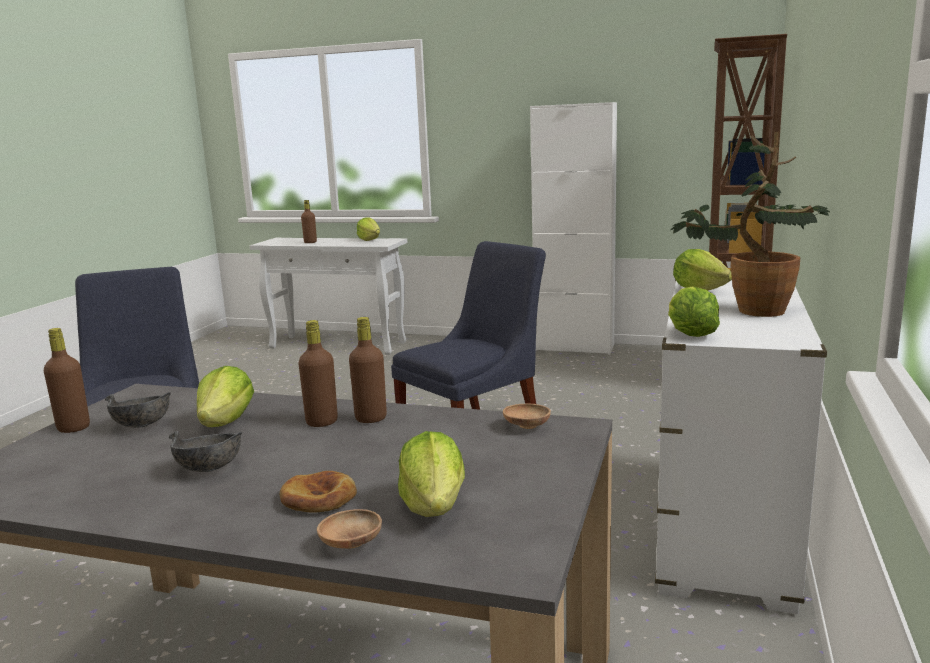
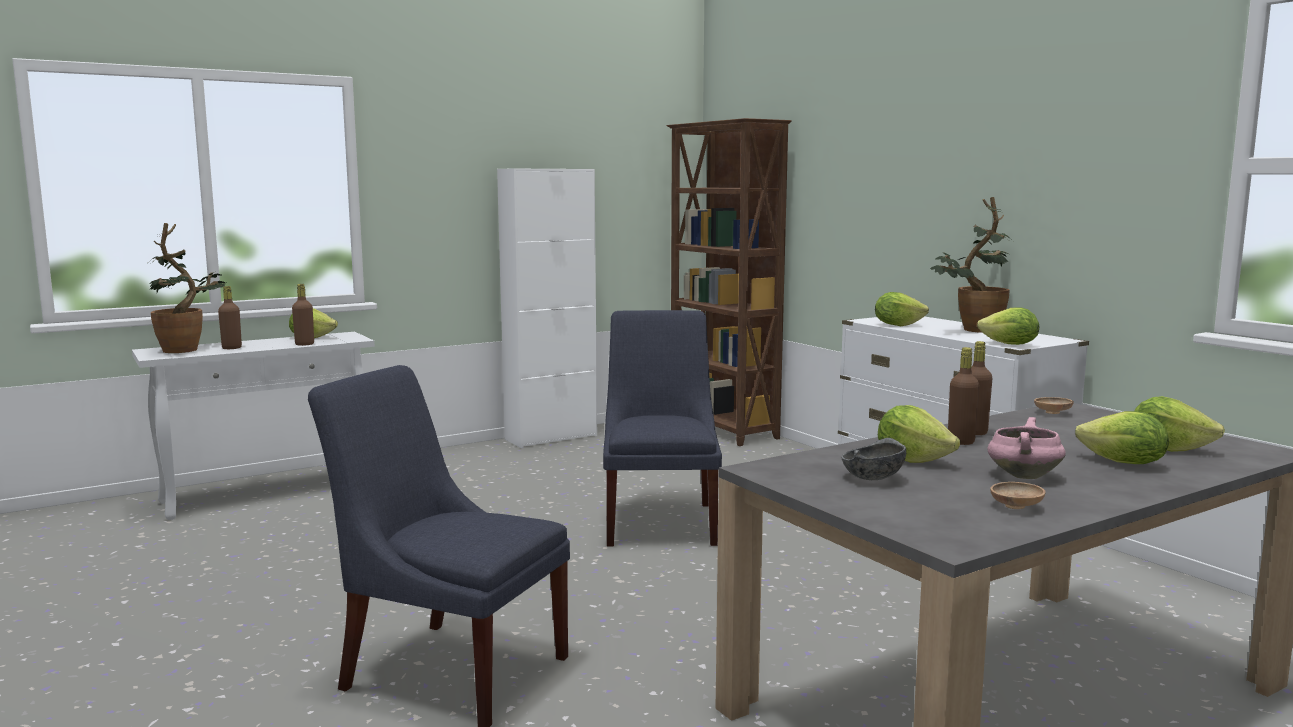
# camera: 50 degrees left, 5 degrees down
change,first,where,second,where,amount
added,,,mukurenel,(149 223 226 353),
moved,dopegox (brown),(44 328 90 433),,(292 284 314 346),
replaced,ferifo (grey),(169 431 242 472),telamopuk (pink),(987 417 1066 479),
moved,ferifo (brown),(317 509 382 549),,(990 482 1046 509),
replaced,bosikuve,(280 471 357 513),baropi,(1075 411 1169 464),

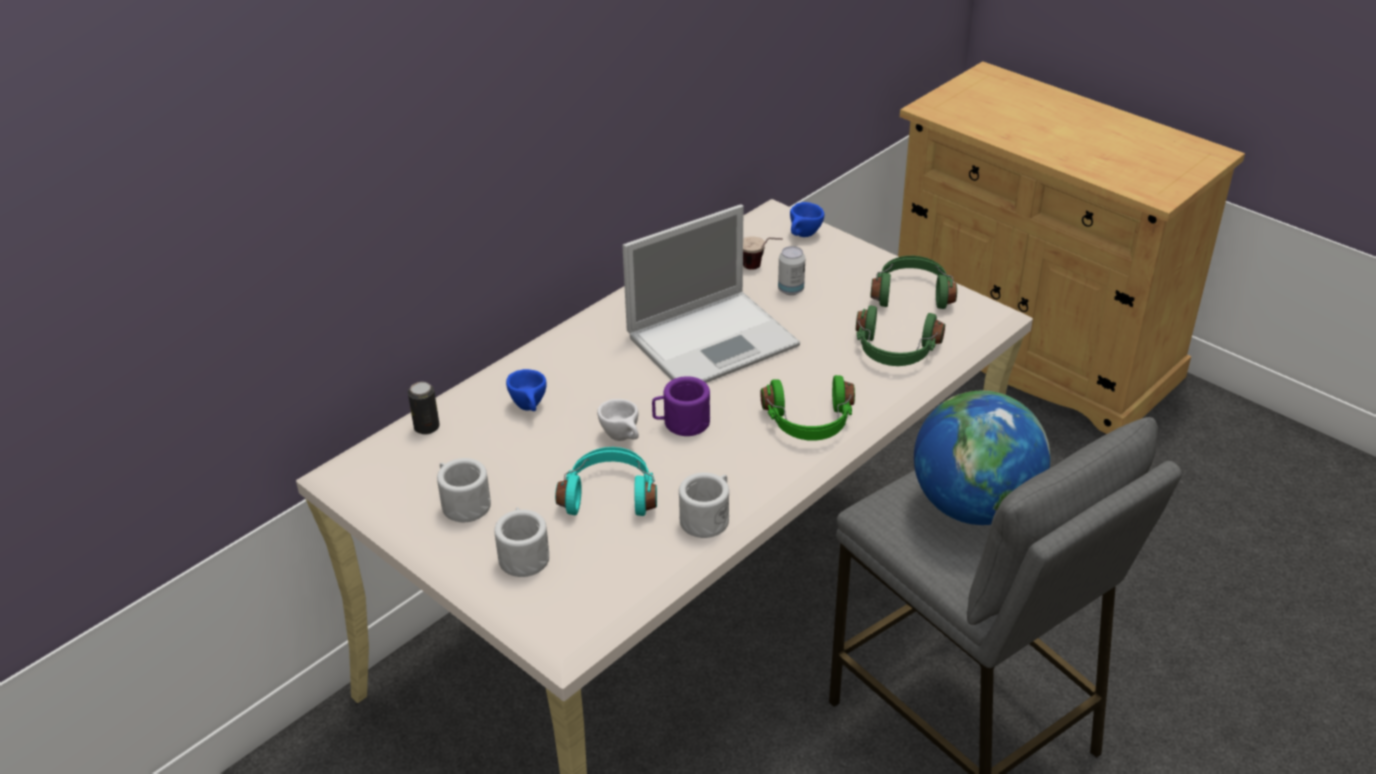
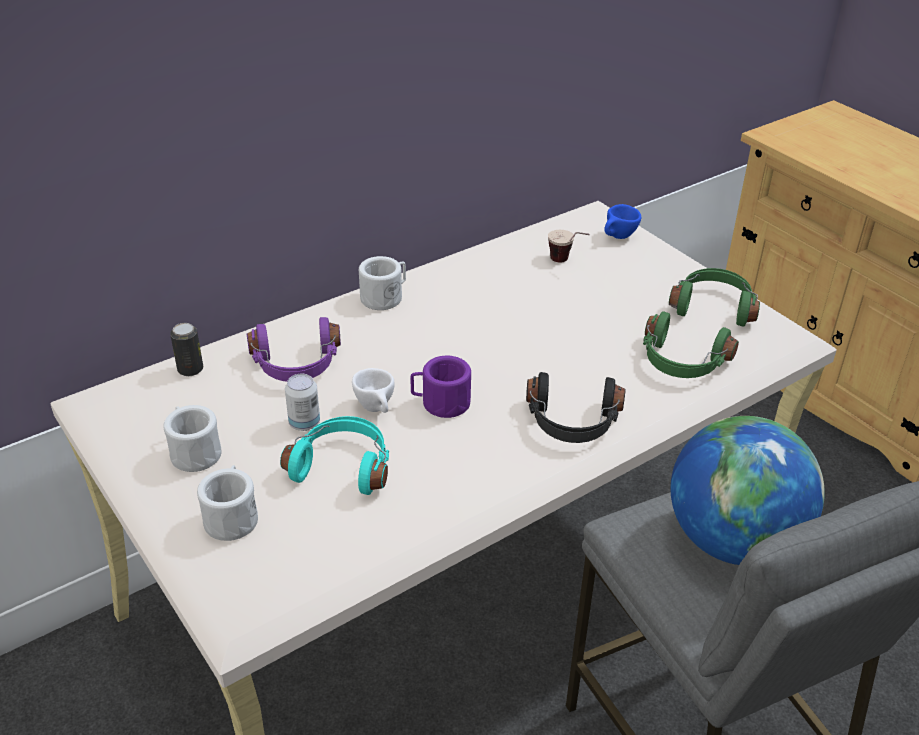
# camera: 10 degrees right, 0 degrees up
change,first,where,second,where,amount
replaced,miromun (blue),(506 369 547 411),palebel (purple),(247 317 341 382),
moved,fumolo,(778 246 805 295),,(285 374 320 431),
moved,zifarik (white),(679 472 729 538),,(359 256 406 310),
recoloured,palebel (green),(760 375 855 441),palebel (black),(526 372 626 443),
removed,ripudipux,(622 205 800 383),,,

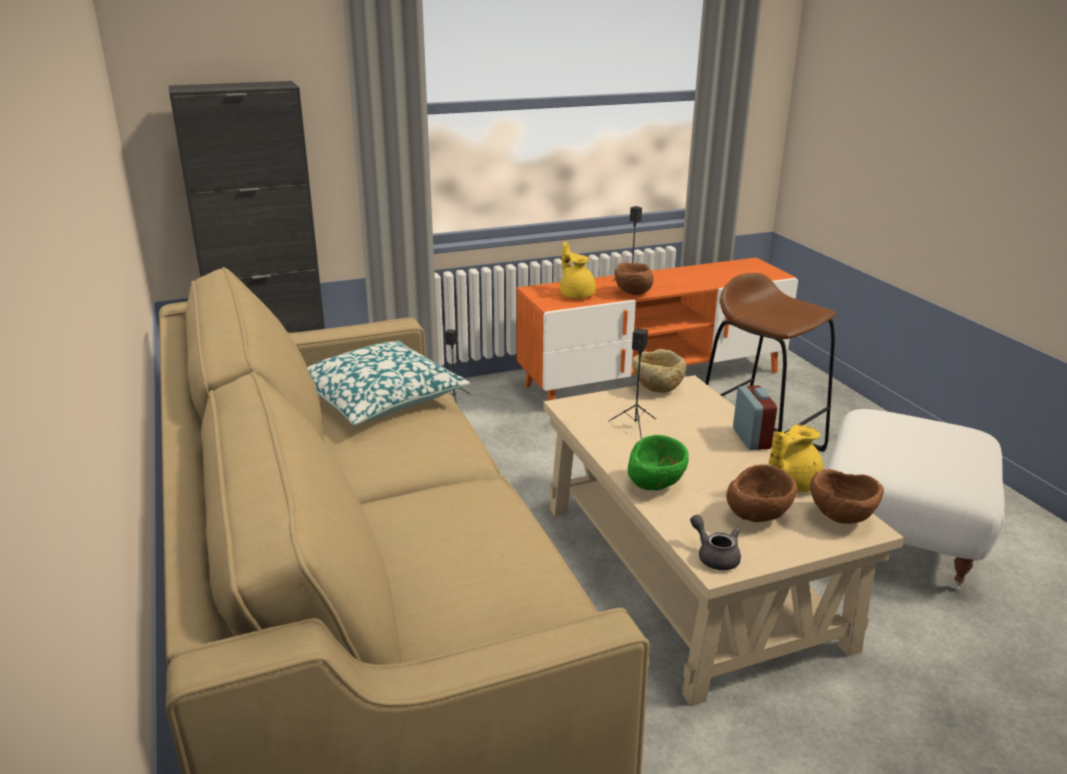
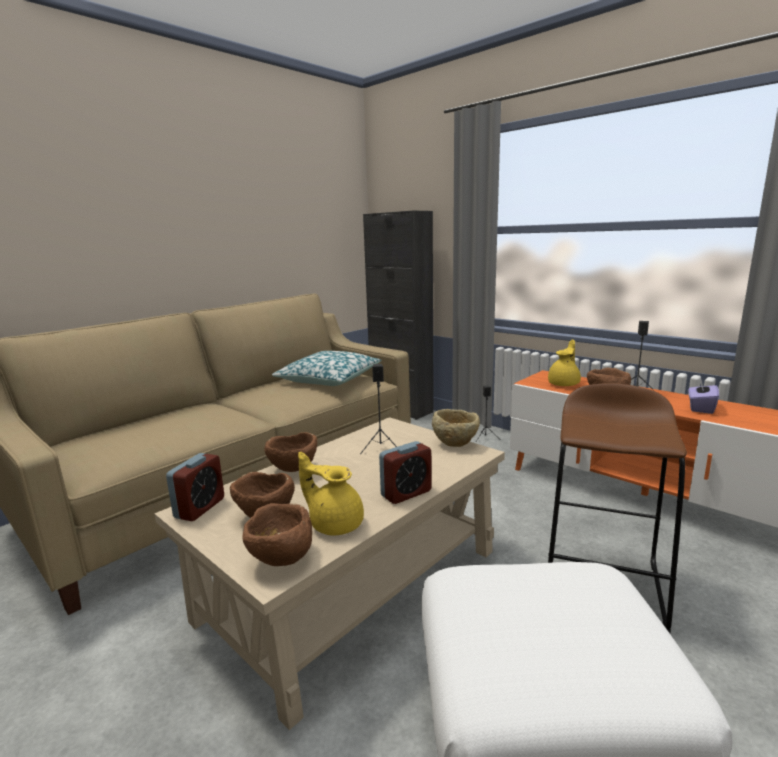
# camera: 65 degrees right, 10 degrees down
change,first,where,second,where,amount
replaced,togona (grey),(690 515 741 570),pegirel,(166 453 224 521),
recoloured,ferifo (green),(628 435 689 490),ferifo (brown),(264 432 317 472),
added,,,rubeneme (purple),(688 380 719 414),

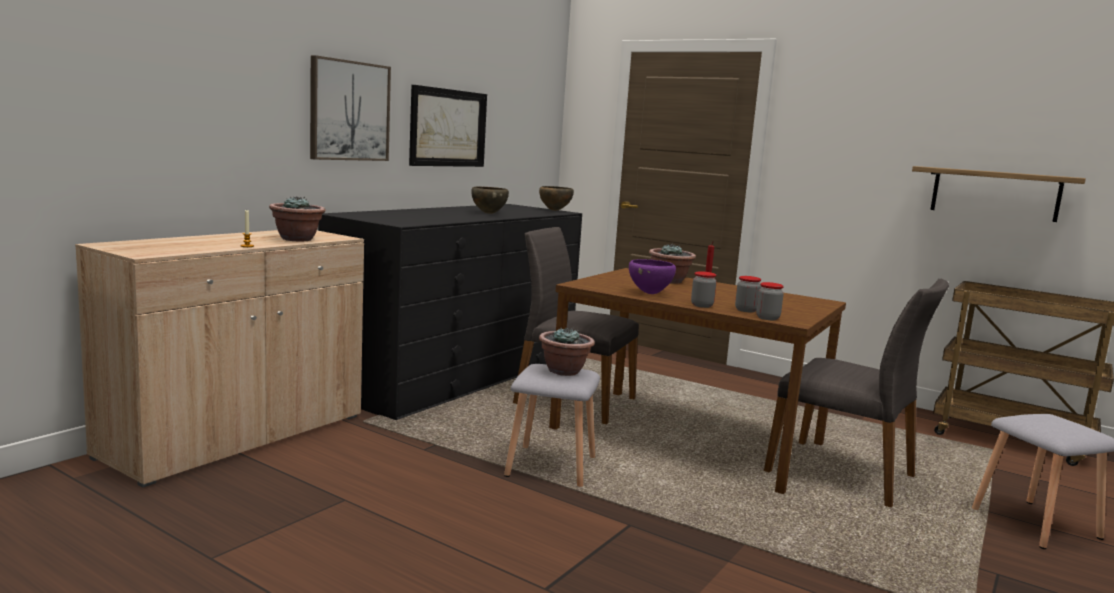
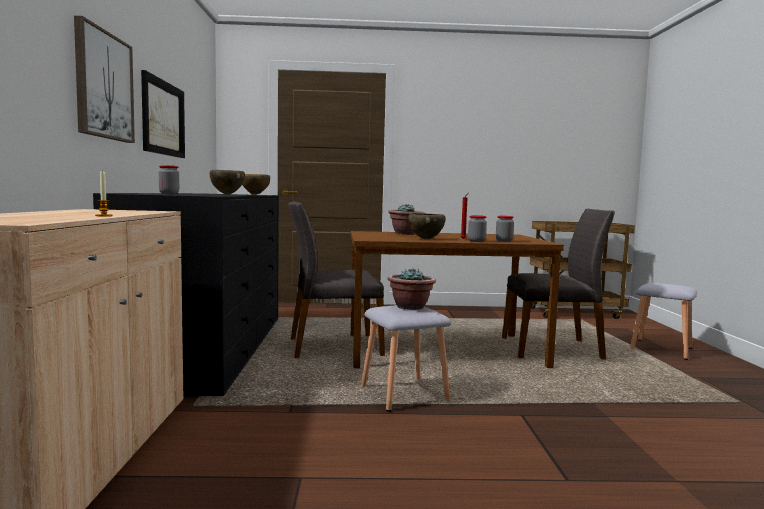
# camera: 35 degrees left, 5 degrees down
change,first,where,second,where,amount
moved,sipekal,(756 282 784 320),,(159 165 179 194),
recoloured,ferifo (purple),(629 259 676 294),ferifo (brown),(408 213 445 240),
removed,mukurenel,(269 196 326 241),,,
removed,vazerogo,(912 166 1086 222),,,

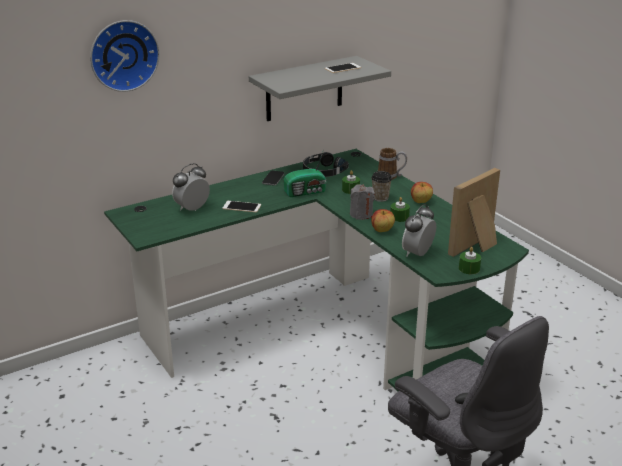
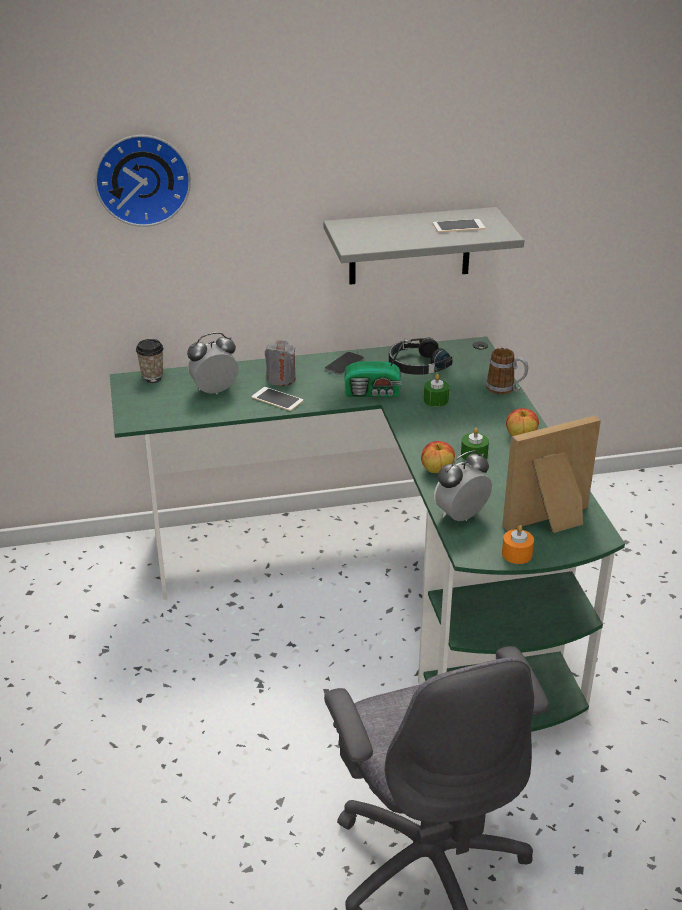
# camera: 20 degrees right, 5 degrees up
change,first,where,second,where,amount
moved,miromun,(371 171 392 202),,(136 339 164 380),
moved,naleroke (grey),(350 184 375 220),,(265 340 296 386),
recoloured,naleroke (green),(459 247 481 274),naleroke (orange),(502 525 534 564),

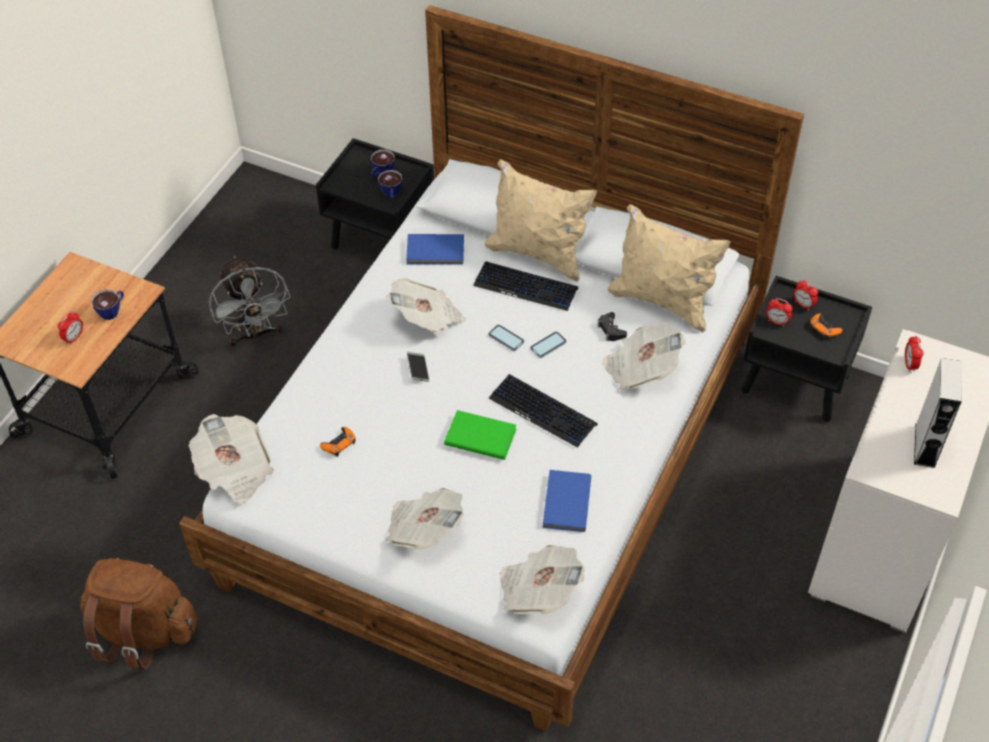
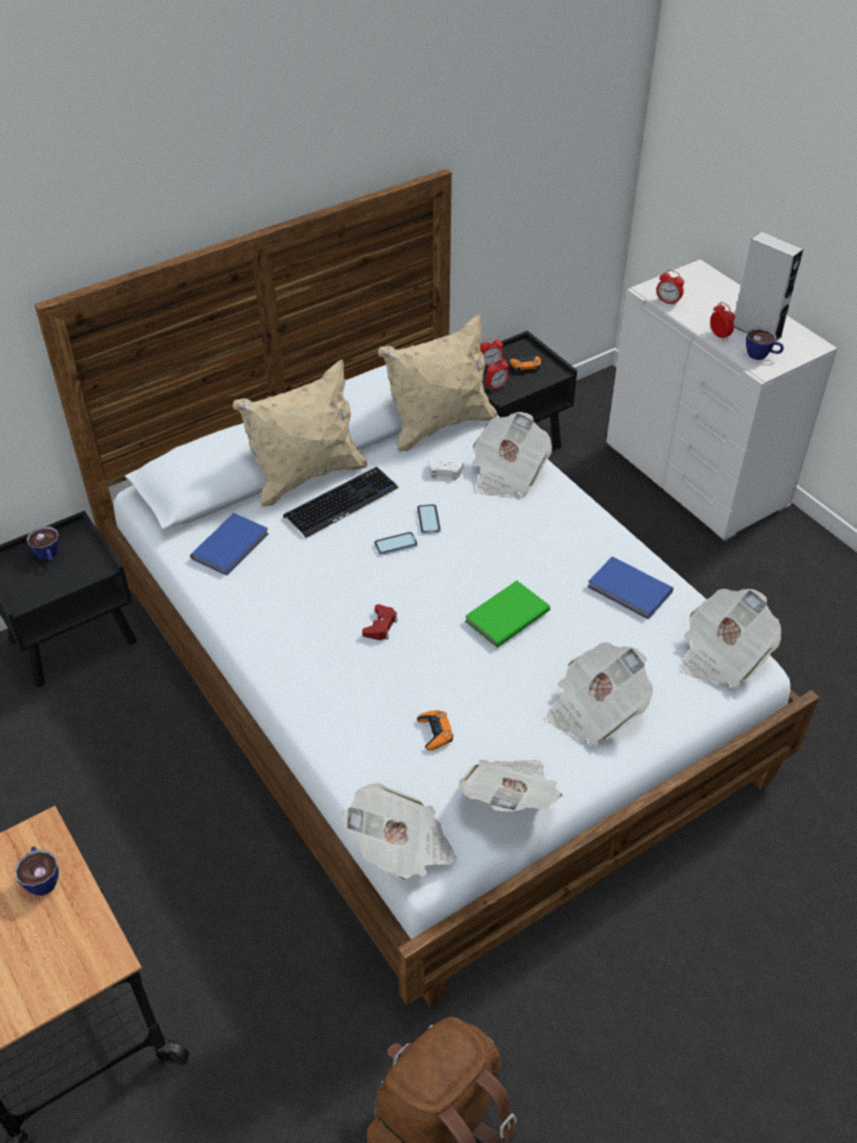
# camera: 60 degrees left, 5 degrees down
change,first,where,second,where,amount
replaced,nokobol,(407 352 429 382),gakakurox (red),(362 604 398 640),
recoloured,gakakurox (black),(597 312 627 341),gakakurox (white),(429 457 464 480),
moved,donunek,(386 278 466 332),,(459 760 562 812),
moved,pegirel,(58 311 83 345),,(710 302 735 341),
moved,miromun,(378 170 402 200),,(746 327 784 360),
removed,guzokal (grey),(209 256 290 347),,,
removed,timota,(489 374 597 448),,,

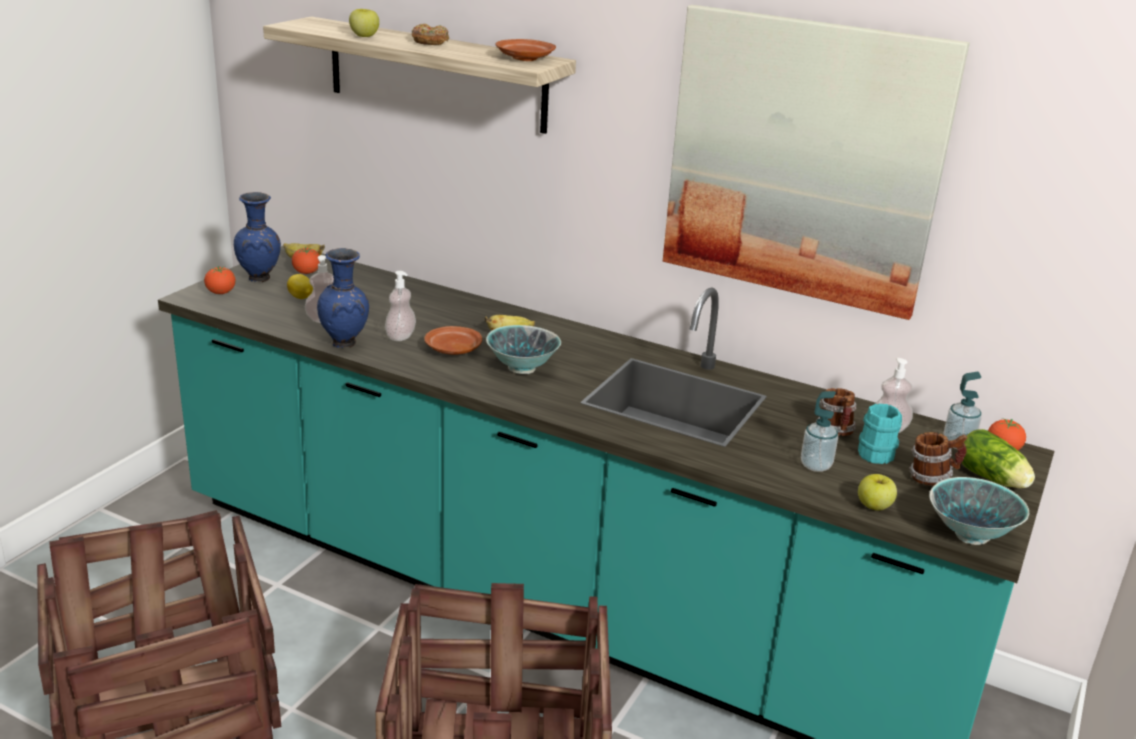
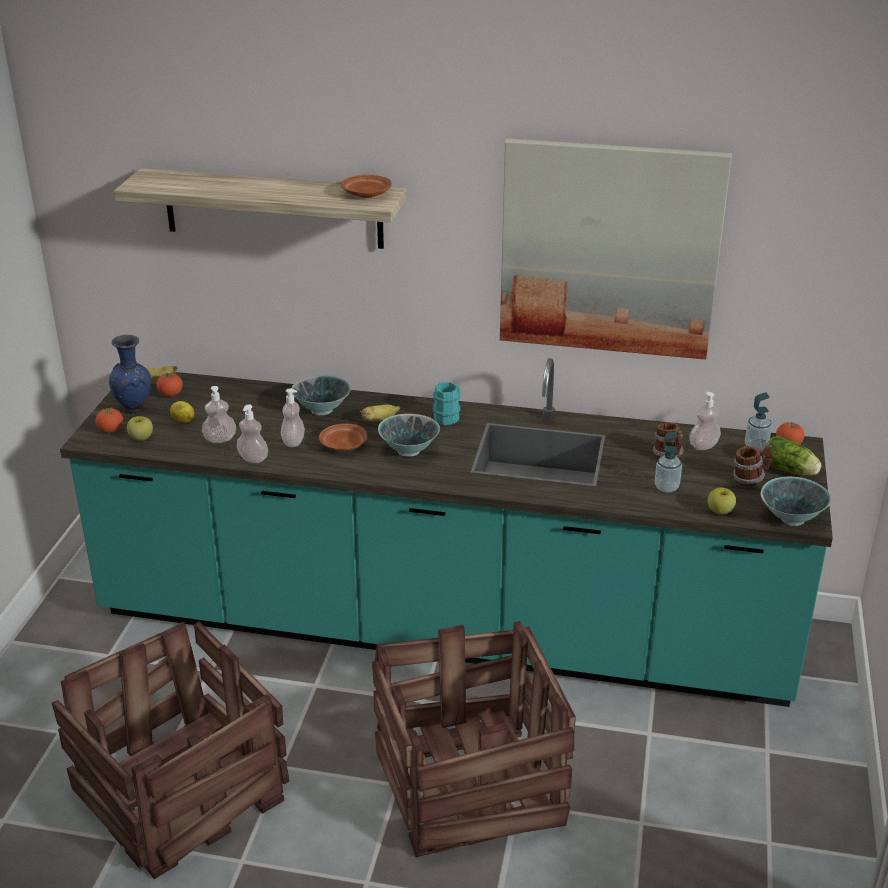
# camera: 15 degrees left, 5 degrees up
change,first,where,second,where,amount
moved,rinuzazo,(349 9 379 37),,(127 416 153 441),
replaced,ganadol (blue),(317 248 369 348),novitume,(237 404 268 463),
added,,,ferifo,(291 375 351 416),
moved,zifarik (turquoise),(858 404 902 464),,(433 382 461 425),
removed,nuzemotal,(411 24 449 45),,,

